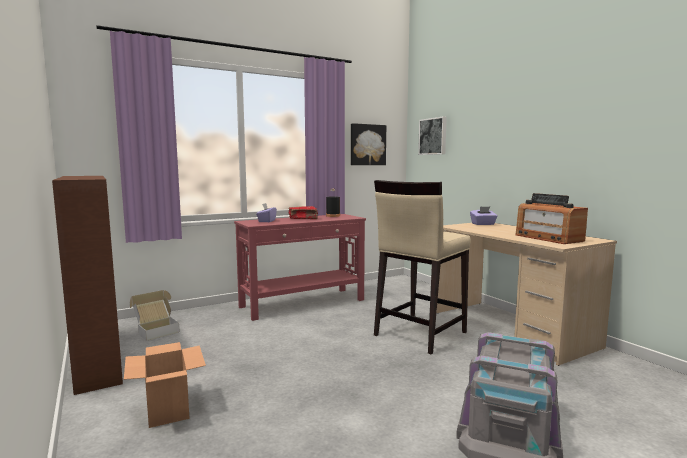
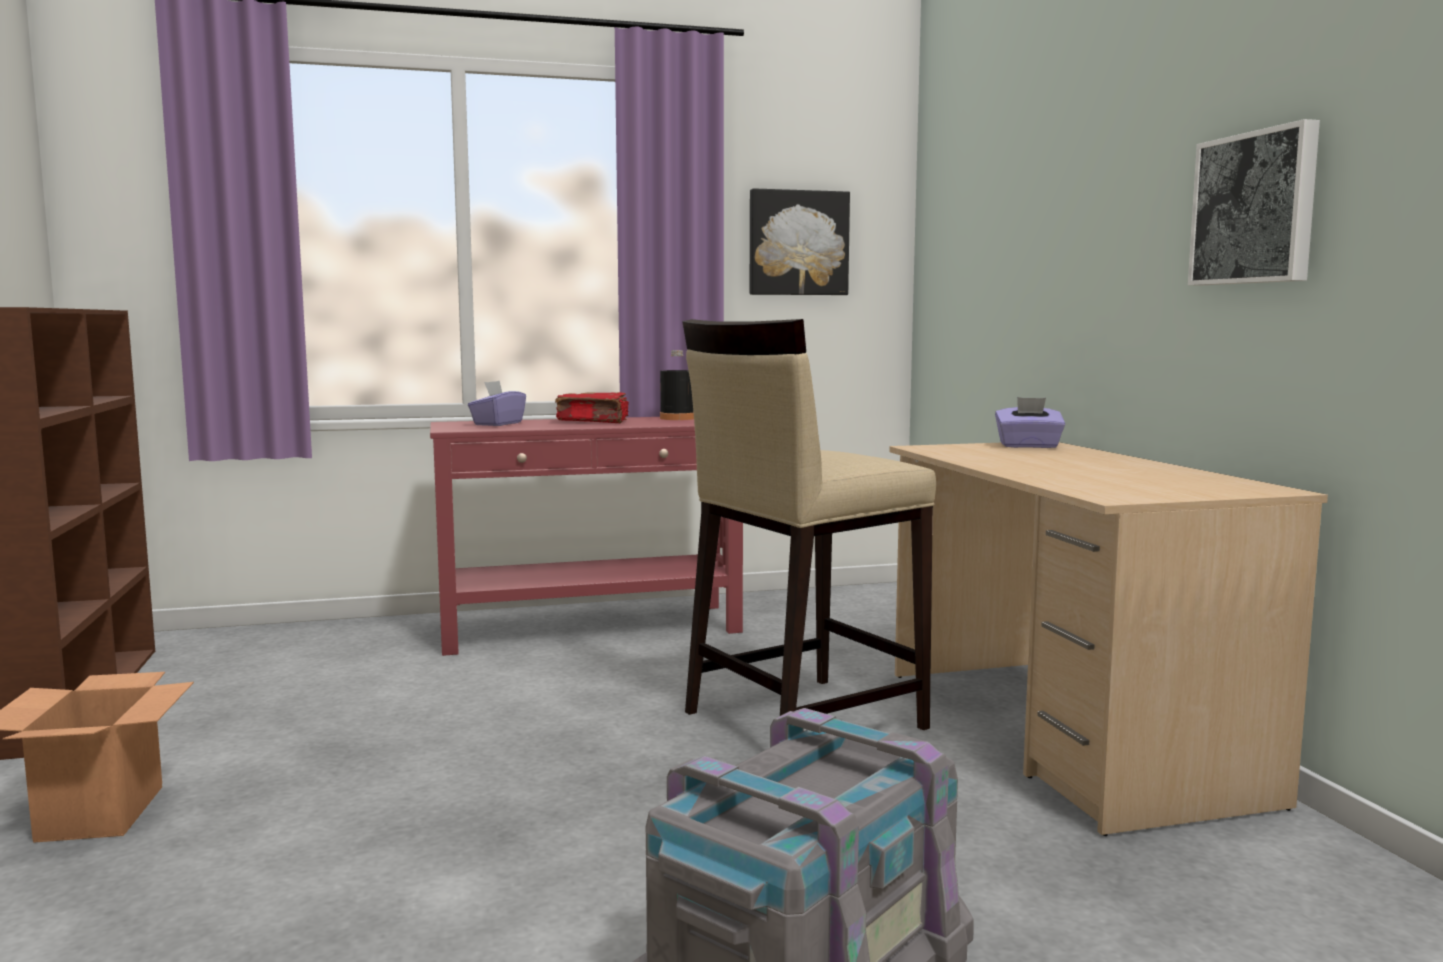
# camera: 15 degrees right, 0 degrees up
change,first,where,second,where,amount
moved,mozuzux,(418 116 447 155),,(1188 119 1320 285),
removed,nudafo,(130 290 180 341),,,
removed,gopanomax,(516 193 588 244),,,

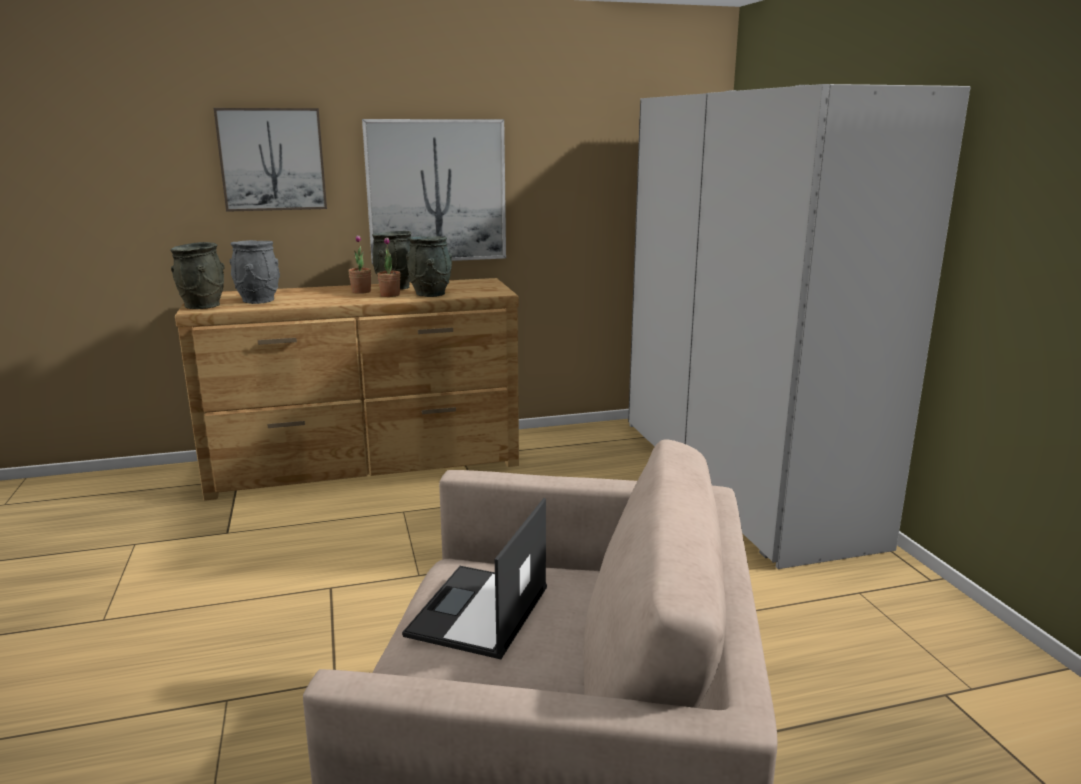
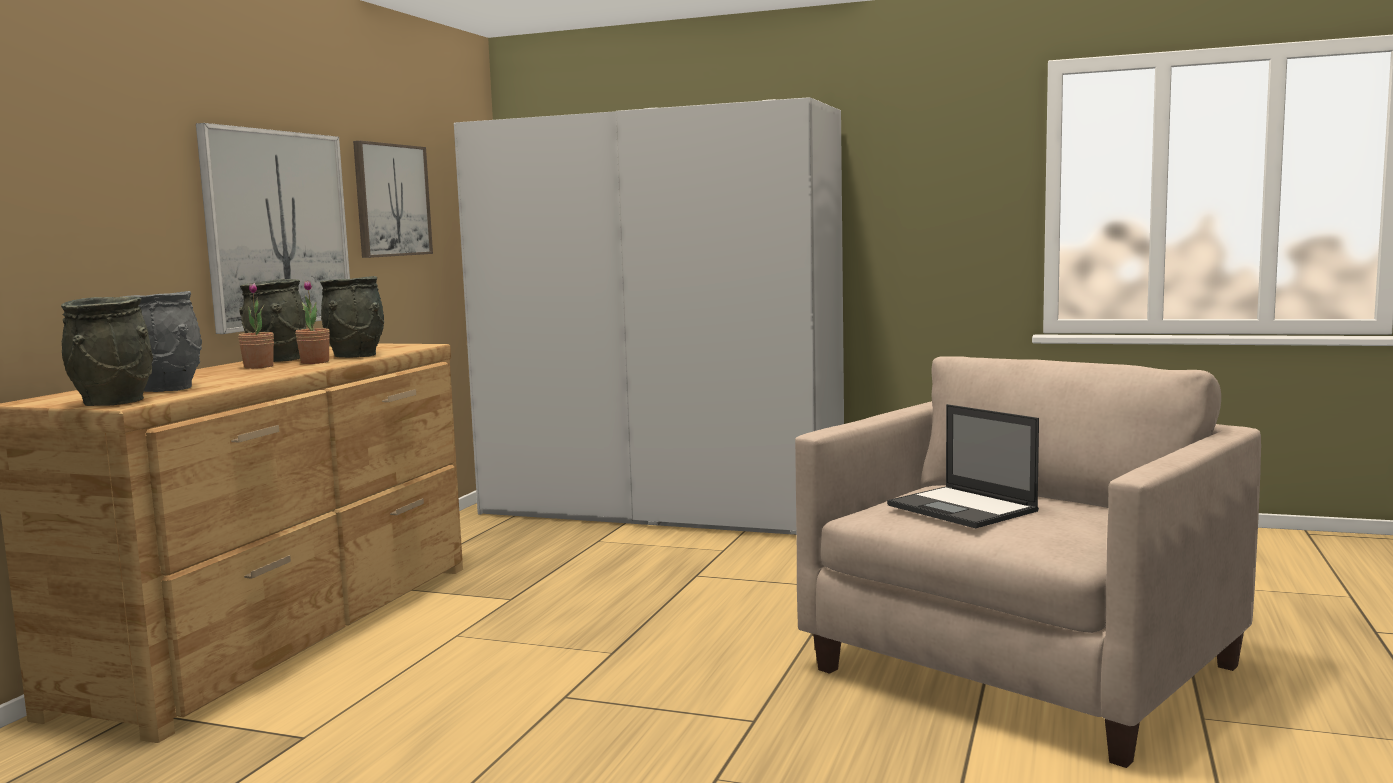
# camera: 55 degrees left, 10 degrees down
change,first,where,second,where,amount
moved,mozuzux,(214 108 327 212),,(353 141 433 258),

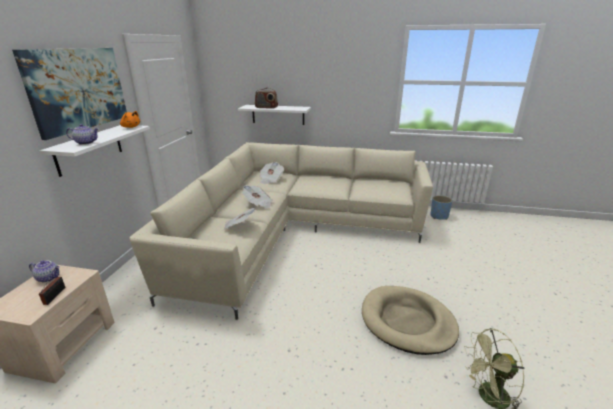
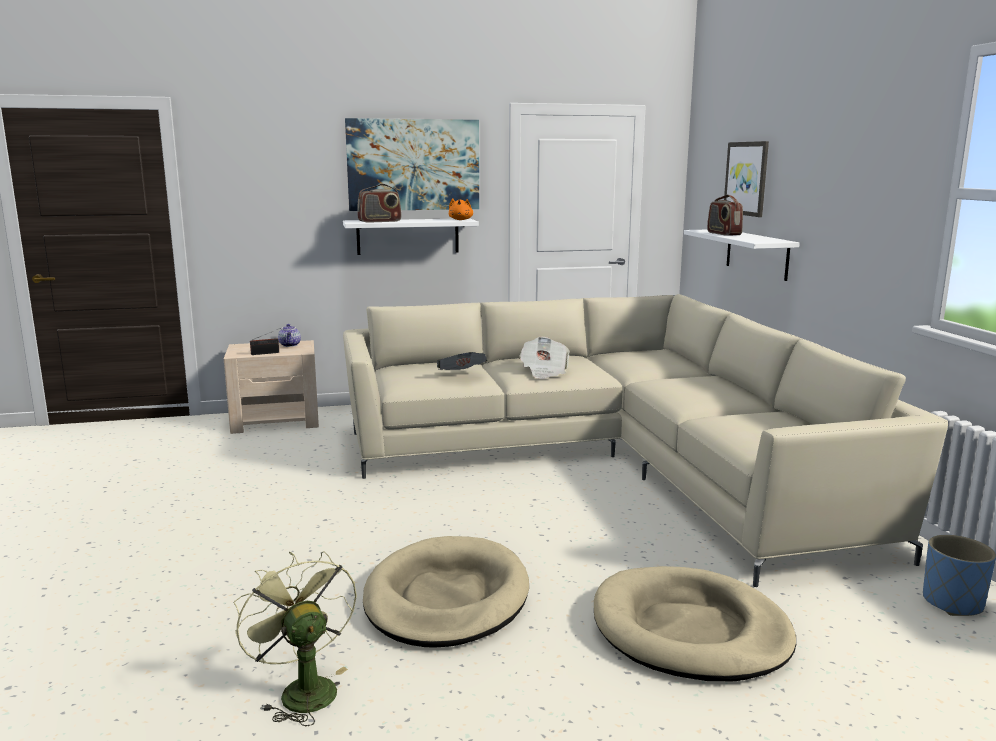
# camera: 65 degrees right, 10 degrees down
change,first,where,second,where,amount
replaced,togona,(66 124 98 145),gopanomax,(357 184 402 223),
added,,,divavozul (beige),(594 566 796 681),
added,,,mozuzux,(724 141 769 217),
removed,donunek,(259 162 284 184),,,

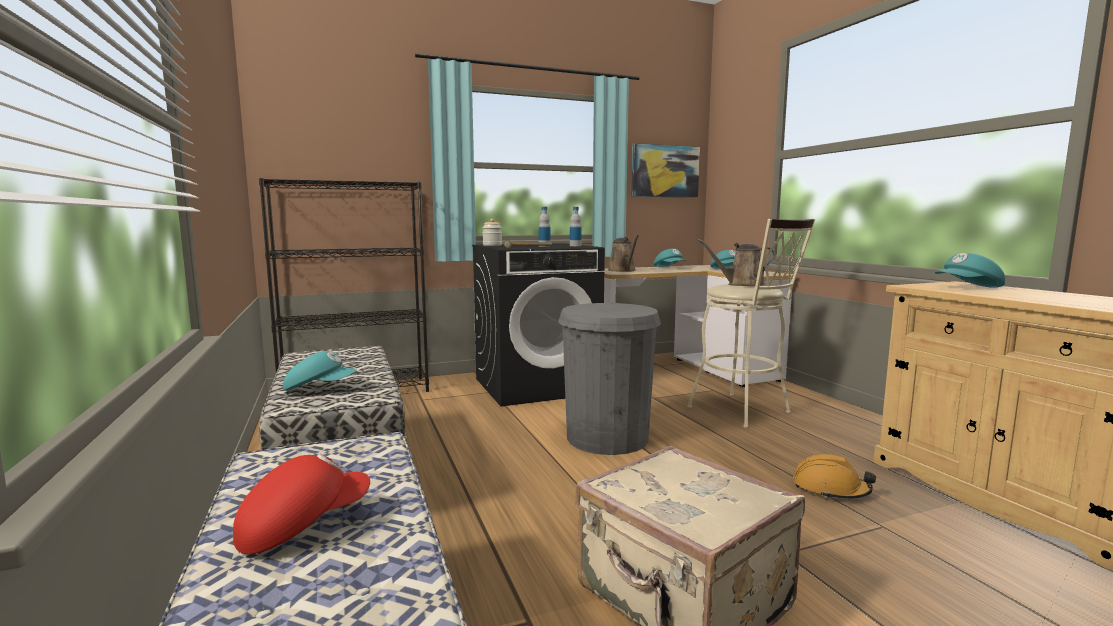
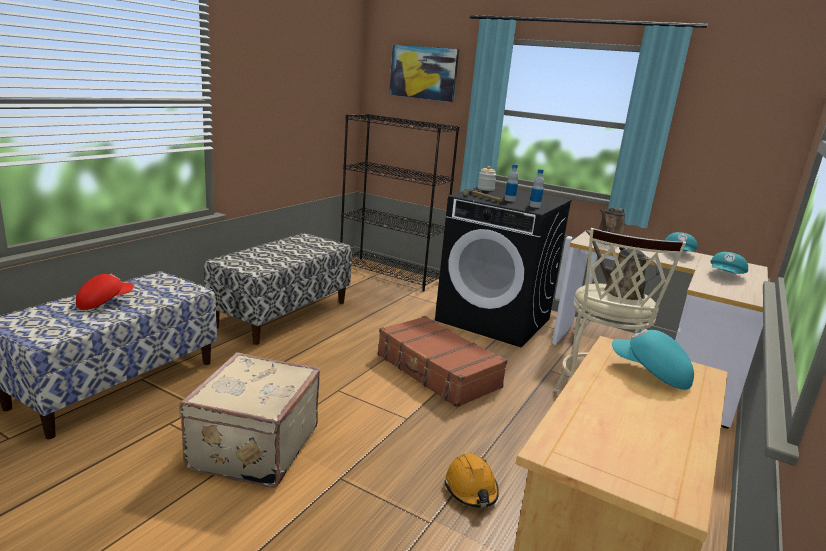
# camera: 50 degrees right, 10 degrees up
change,first,where,second,where,amount
turned,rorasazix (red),(233 454 370 554),,(76 273 134 310),60 degrees counterclockwise
replaced,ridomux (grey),(558 303 661 455),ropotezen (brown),(378 316 507 407),
moved,mozuzux,(631 143 700 198),,(389 45 459 102),
removed,rorasazix (turquoise),(283 351 357 391),,,

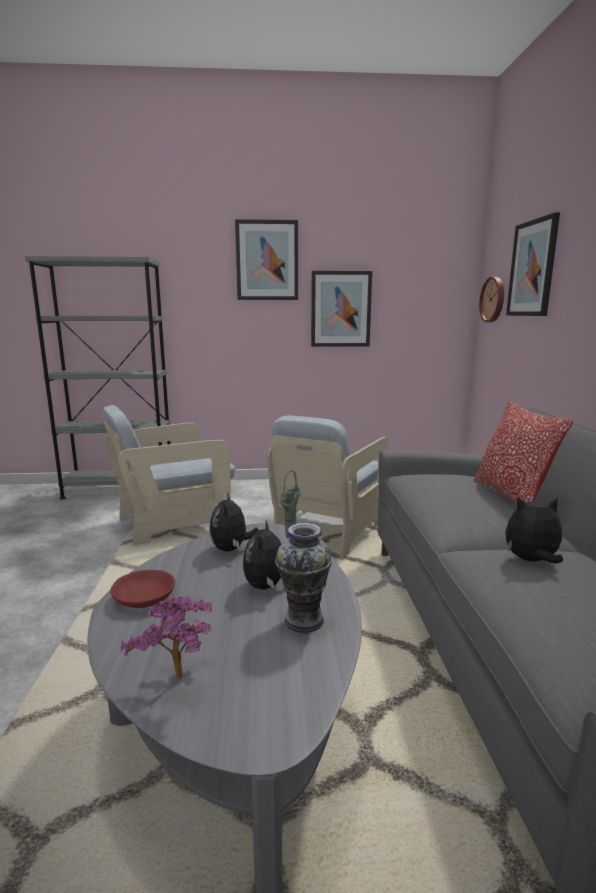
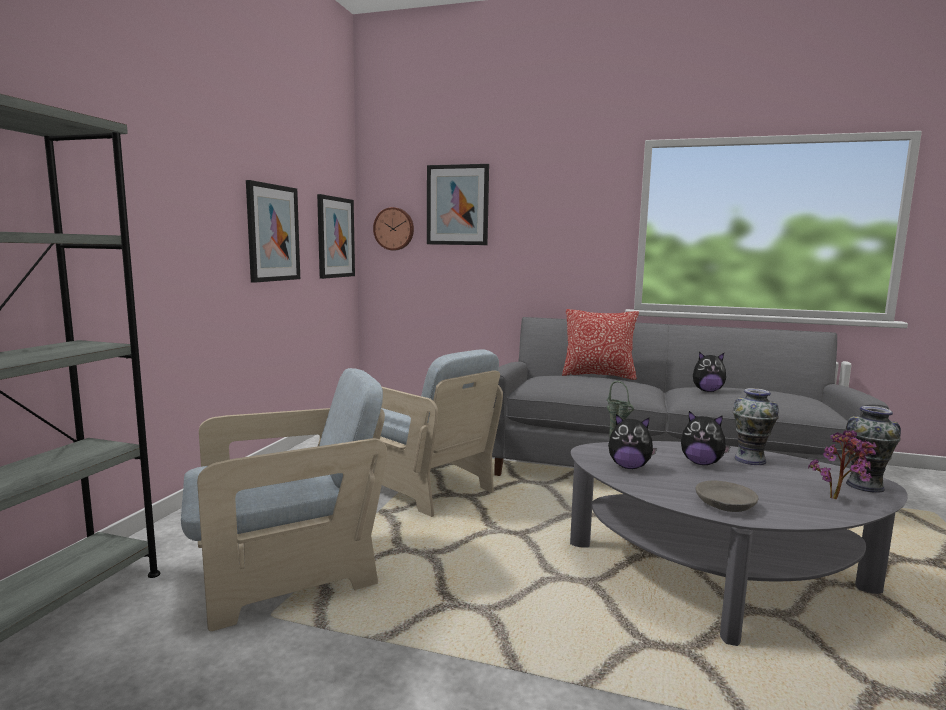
# camera: 70 degrees left, 5 degrees down
change,first,where,second,where,amount
turned,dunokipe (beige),(103 405 235 545),,(181 368 387 631),105 degrees counterclockwise
moved,mozuzux,(235 219 298 300),,(317 194 355 279),
turned,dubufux,(505 496 563 564),,(693 352 726 392),105 degrees counterclockwise
recoloured,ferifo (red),(110 570 175 608),ferifo (grey),(696 480 758 512),
added,,,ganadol,(845 406 901 493),

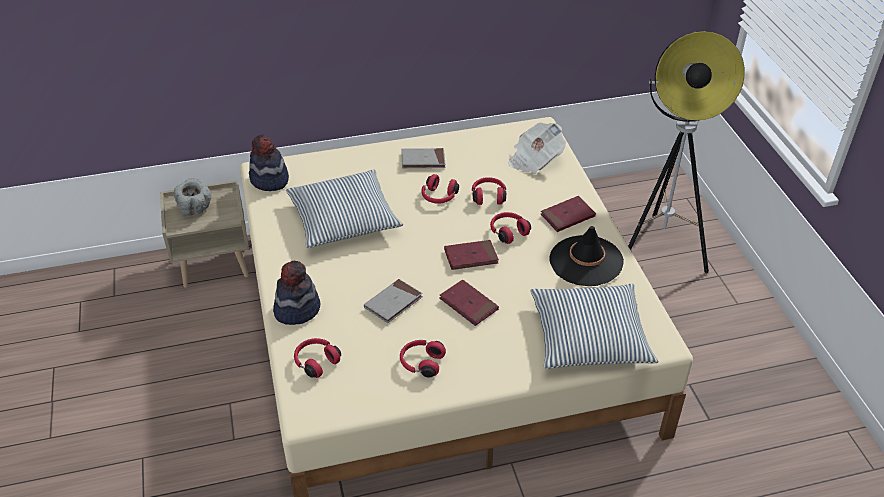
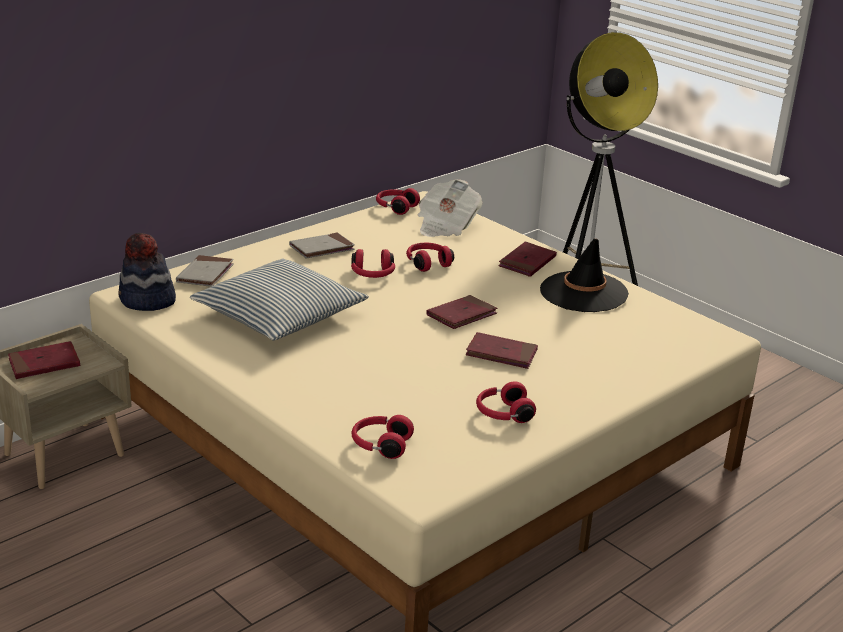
# camera: 30 degrees left, 15 degrees down
change,first,where,second,where,amount
replaced,ferifo (grey),(174 178 212 216),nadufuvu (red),(8 341 80 379),
moved,nadufuvu (grey),(364 279 423 323),,(176 255 234 287),
moved,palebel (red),(490 212 531 244),,(376 188 420 215),
removed,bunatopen,(273 261 320 325),,,
removed,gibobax,(530 284 658 369),,,

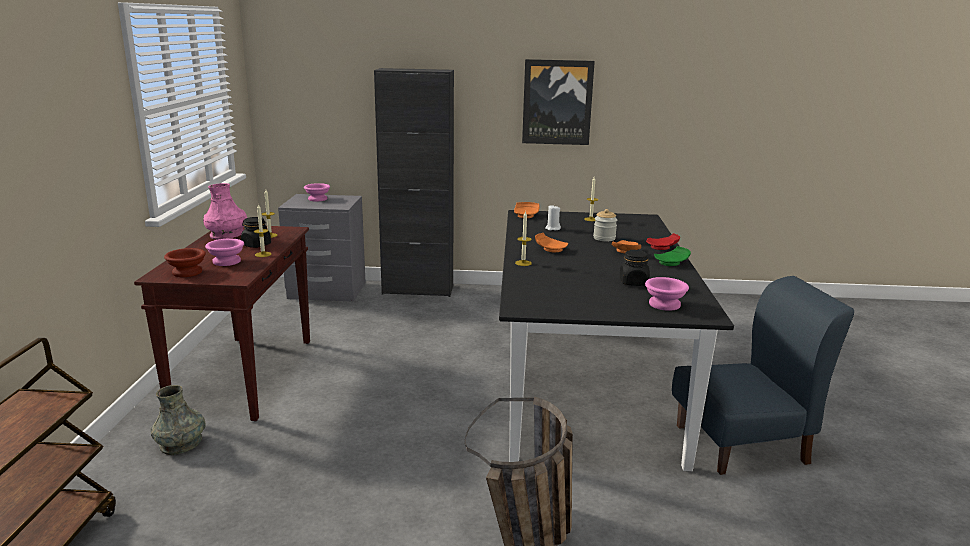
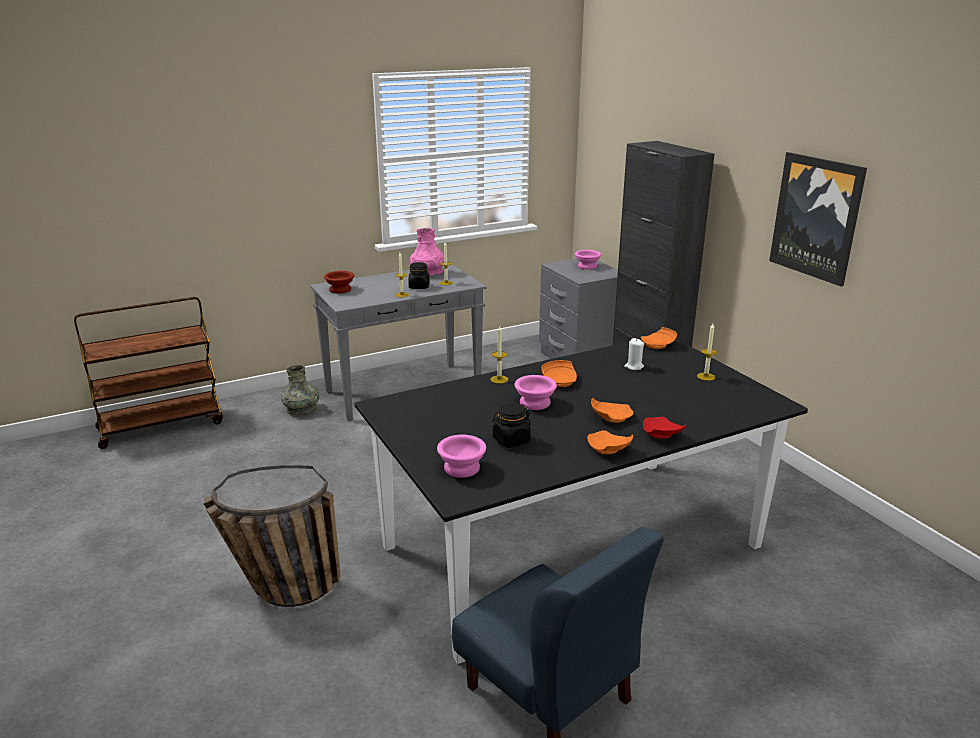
# camera: 60 degrees right, 5 degrees up
change,first,where,second,where,amount
recoloured,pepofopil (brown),(134 226 310 421),pepofopil (grey),(310 264 487 421),
moved,ferifo (pink),(205 238 244 266),,(514 375 557 410),
recoloured,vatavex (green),(654 246 691 266),vatavex (orange),(587 430 633 454),
removed,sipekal,(593 209 617 241),,,

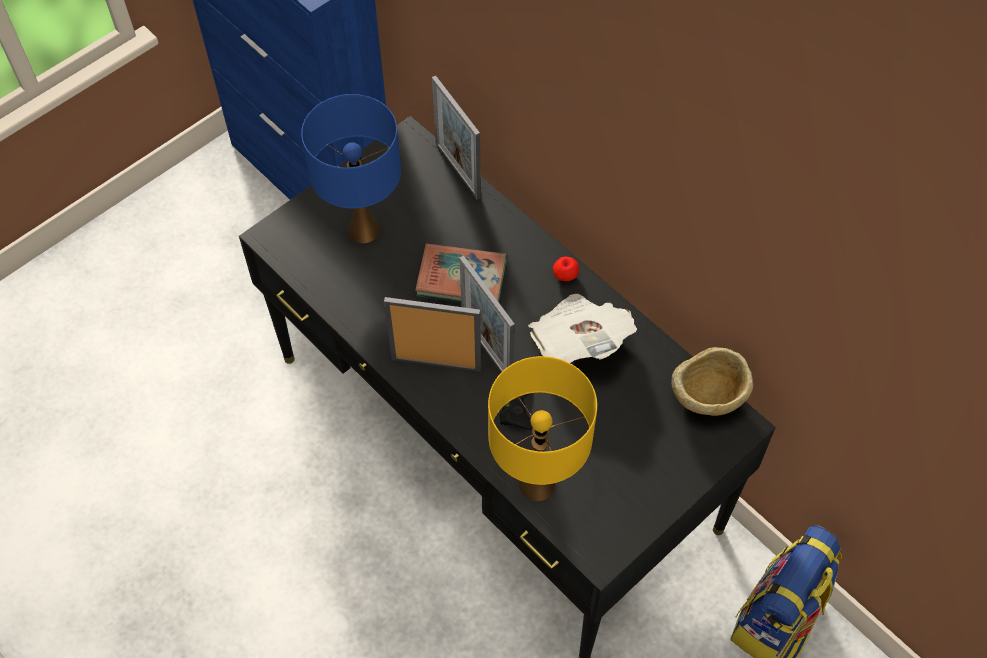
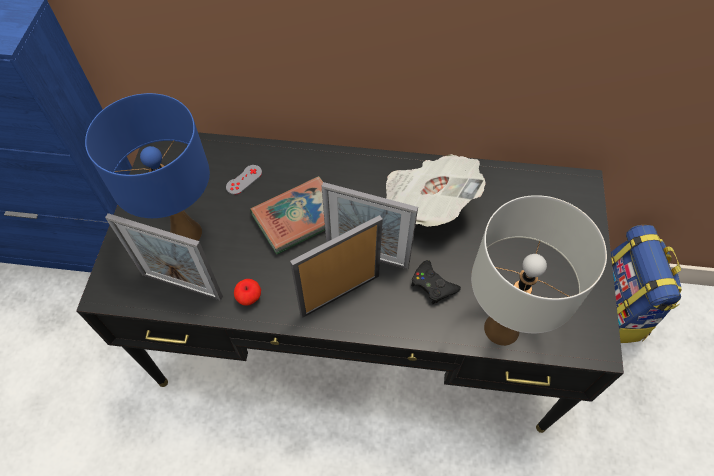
# camera: 40 degrees left, 0 degrees up
change,first,where,second,where,amount
moved,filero,(432 76 481 200),,(105 213 223 301),
added,,,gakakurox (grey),(226 165 262 195),
moved,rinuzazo,(553 257 579 281),,(234 279 261 306),
recoloured,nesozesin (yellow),(488 356 597 501),nesozesin (white),(471 195 607 346),
removed,ferifo (beige),(671 347 753 416),,,

